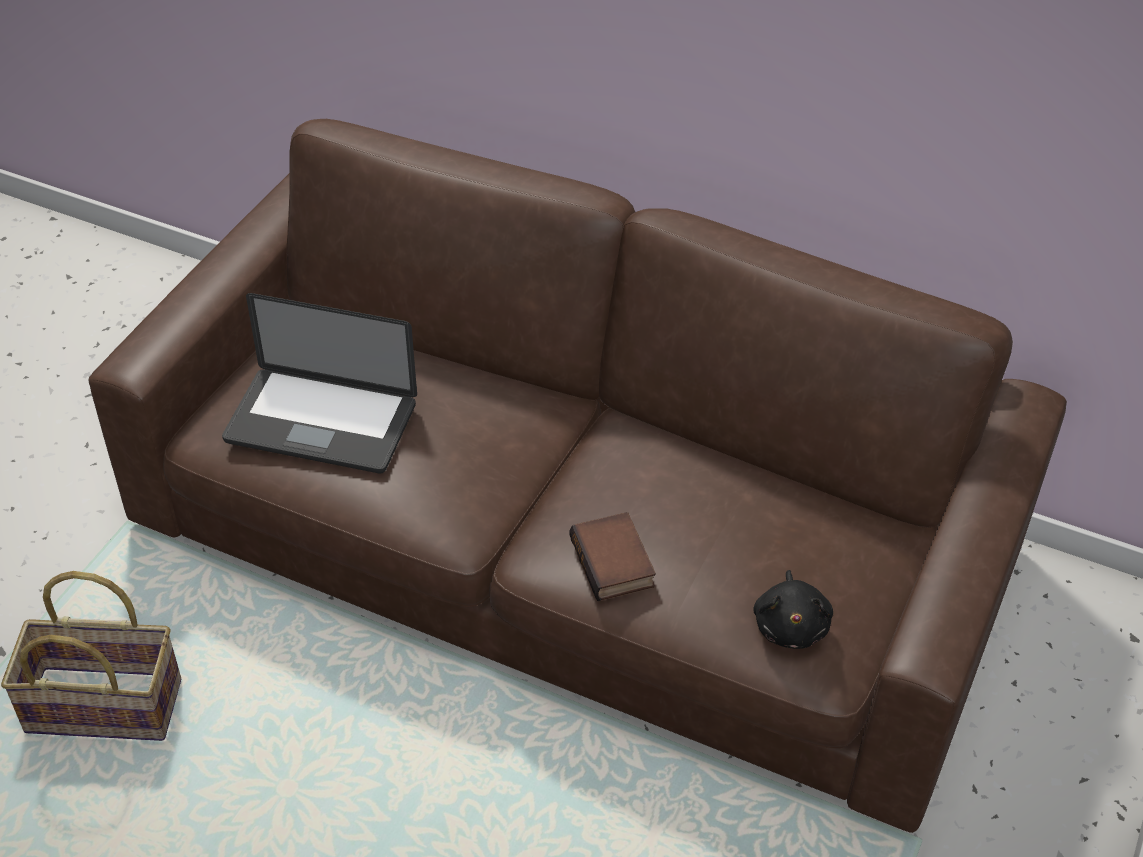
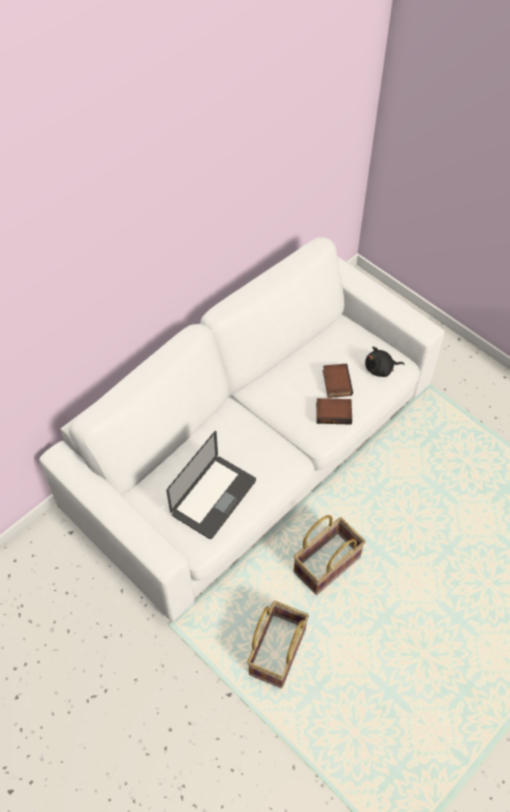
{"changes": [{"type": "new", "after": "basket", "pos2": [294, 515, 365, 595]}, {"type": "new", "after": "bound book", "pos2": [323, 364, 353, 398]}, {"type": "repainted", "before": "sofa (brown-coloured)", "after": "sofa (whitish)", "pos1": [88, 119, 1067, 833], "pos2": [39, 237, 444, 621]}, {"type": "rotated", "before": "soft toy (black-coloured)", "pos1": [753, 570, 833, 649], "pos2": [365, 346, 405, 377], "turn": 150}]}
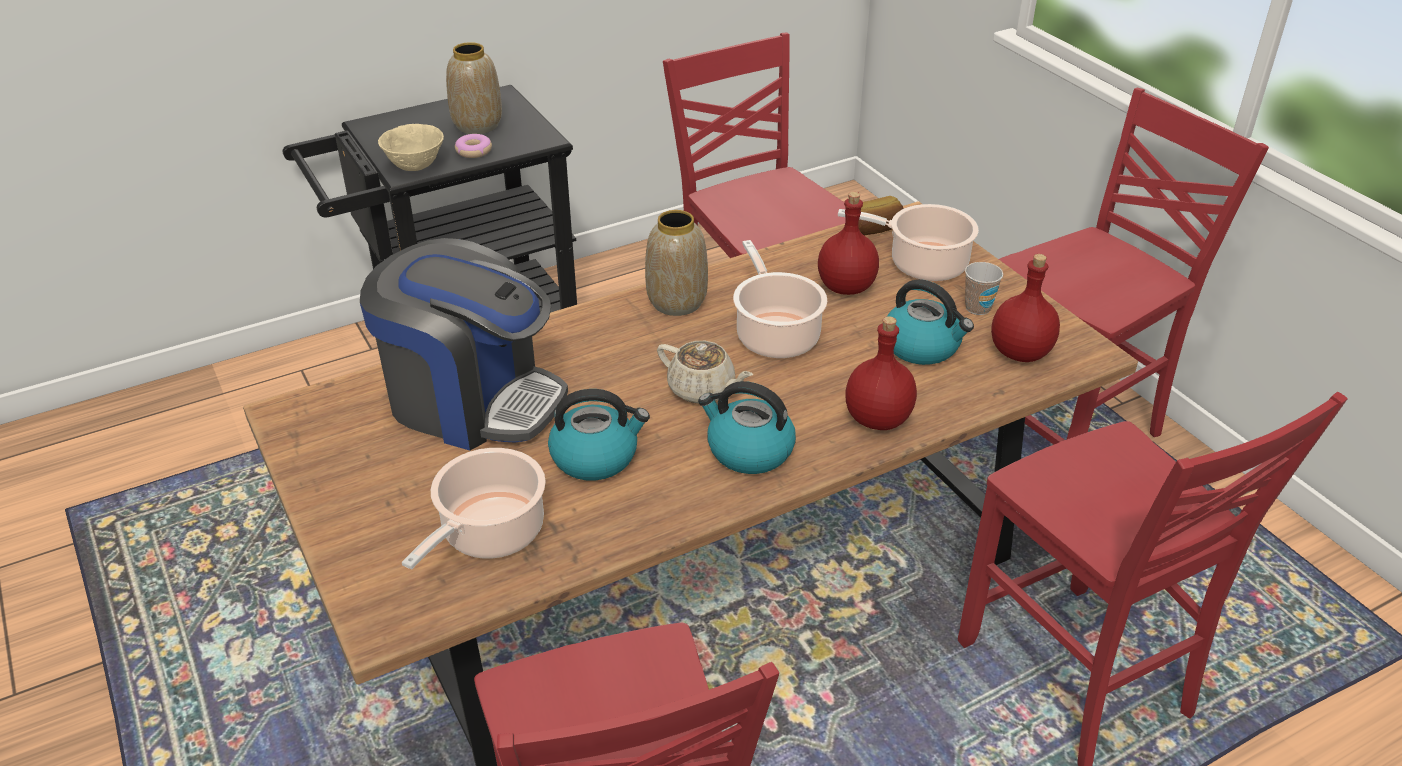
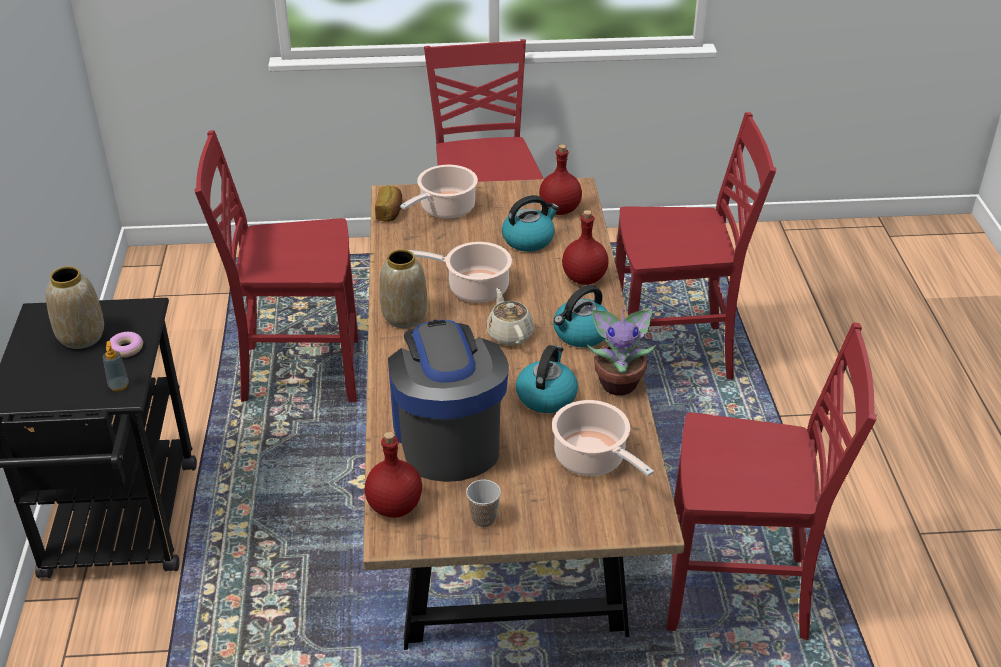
{"changes": [{"type": "new", "after": "houseplant", "pos2": [587, 305, 656, 395]}, {"type": "shifted", "before": "beverage bottle (red)", "pos1": [818, 192, 879, 295], "pos2": [365, 431, 422, 518]}, {"type": "shifted", "before": "cup", "pos1": [965, 262, 1003, 315], "pos2": [466, 480, 501, 528]}, {"type": "swapped", "before": "deep dish (beige)", "after": "liquid soap bottle", "pos1": [378, 124, 444, 171], "pos2": [103, 341, 129, 391]}, {"type": "rotated", "before": "coffee machine", "pos1": [360, 238, 568, 451], "pos2": [388, 320, 509, 482], "turn": -60}, {"type": "rotated", "before": "pot for tea (beige)", "pos1": [657, 341, 753, 404], "pos2": [486, 288, 534, 345], "turn": -75}]}
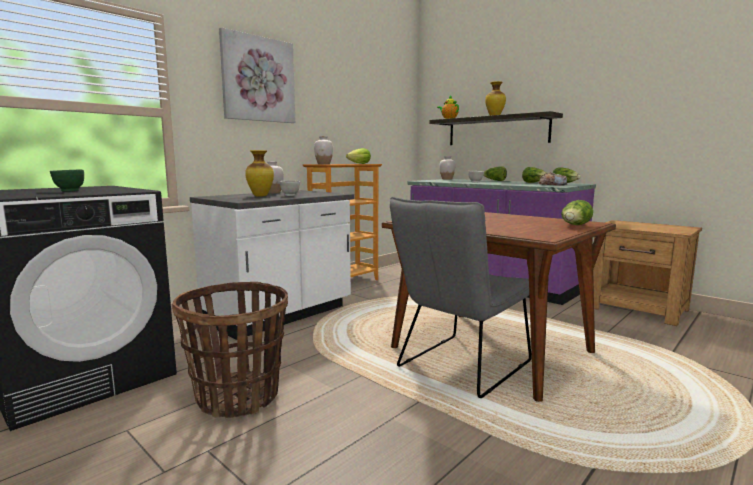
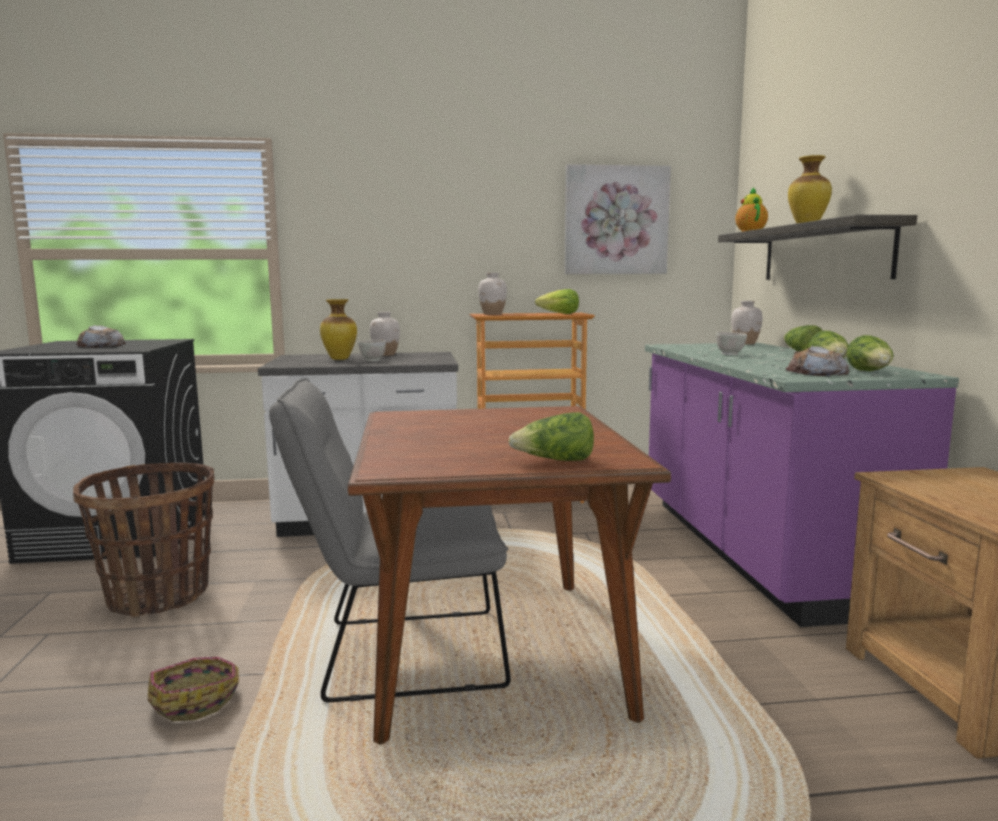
{"changes": [{"type": "new", "after": "basket", "pos2": [148, 657, 239, 721]}, {"type": "shifted", "before": "wall picture", "pos1": [219, 27, 295, 123], "pos2": [564, 164, 671, 274]}, {"type": "swapped", "before": "deep dish (greenish)", "after": "bread", "pos1": [50, 170, 84, 192], "pos2": [77, 325, 126, 348]}]}
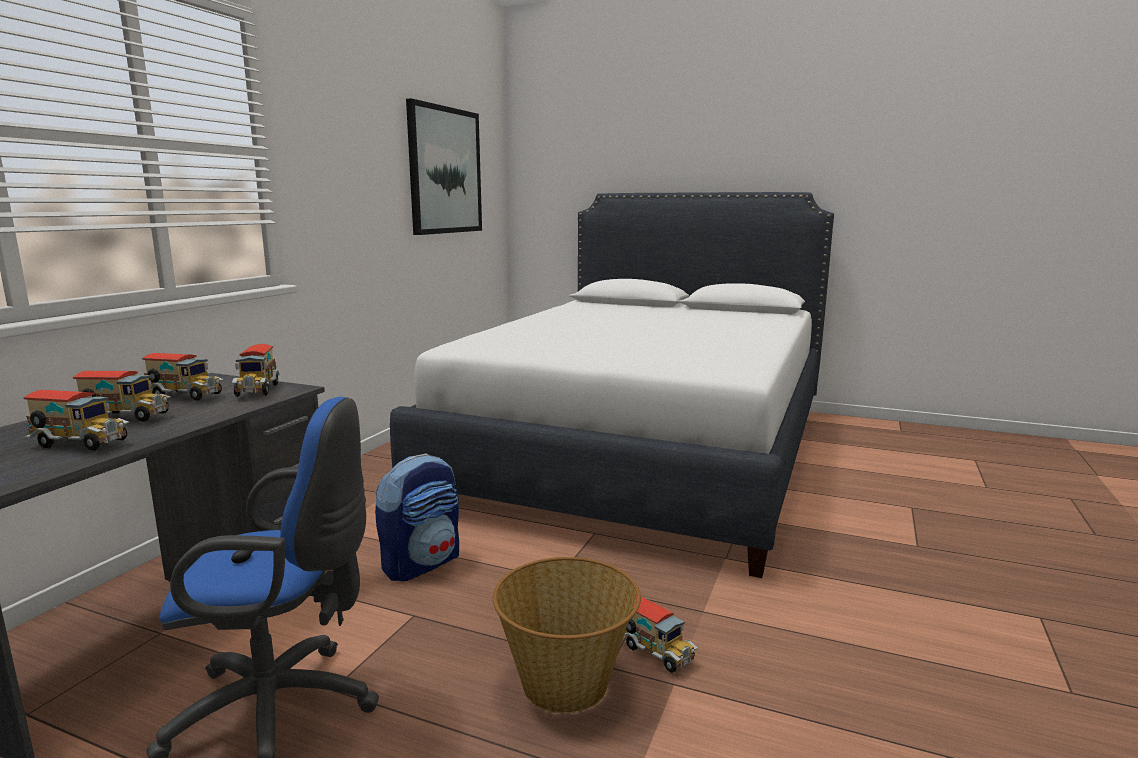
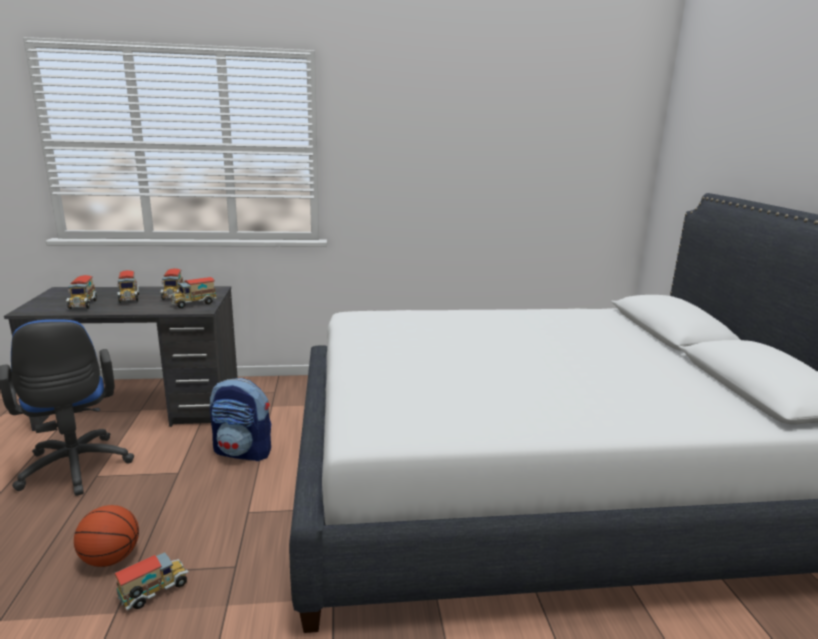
{"changes": [{"type": "gone", "before": "wall picture", "pos1": [406, 98, 482, 235]}, {"type": "swapped", "before": "basket", "after": "basketball", "pos1": [493, 557, 641, 713], "pos2": [74, 505, 139, 567]}, {"type": "rotated", "before": "toy truck", "pos1": [624, 595, 698, 673], "pos2": [114, 552, 189, 610], "turn": -150}]}
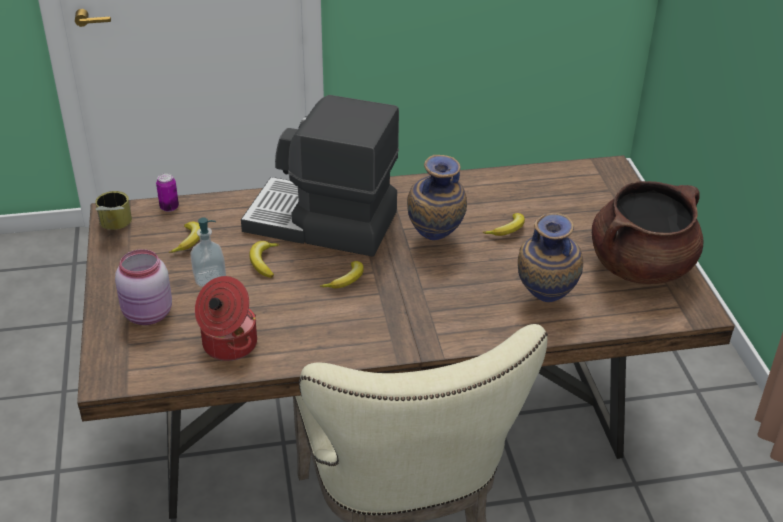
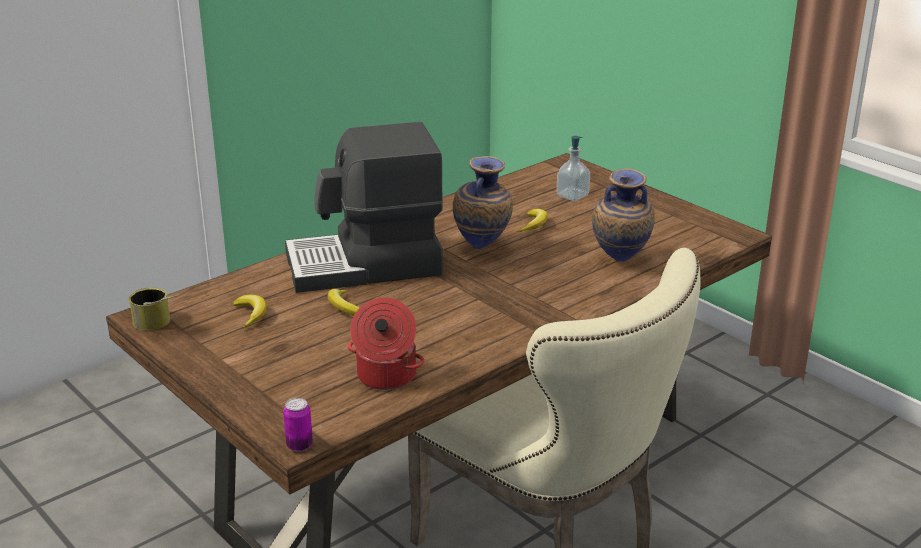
{"changes": [{"type": "gone", "before": "preserve jar (pinkish)", "pos1": [115, 249, 172, 325]}, {"type": "gone", "before": "banana fruit", "pos1": [320, 261, 364, 288]}, {"type": "gone", "before": "saucepot (brown-coloured)", "pos1": [592, 181, 704, 284]}, {"type": "shifted", "before": "sealed can", "pos1": [156, 173, 179, 212], "pos2": [283, 398, 313, 452]}, {"type": "shifted", "before": "liquid soap bottle", "pos1": [190, 218, 226, 287], "pos2": [556, 136, 590, 201]}]}
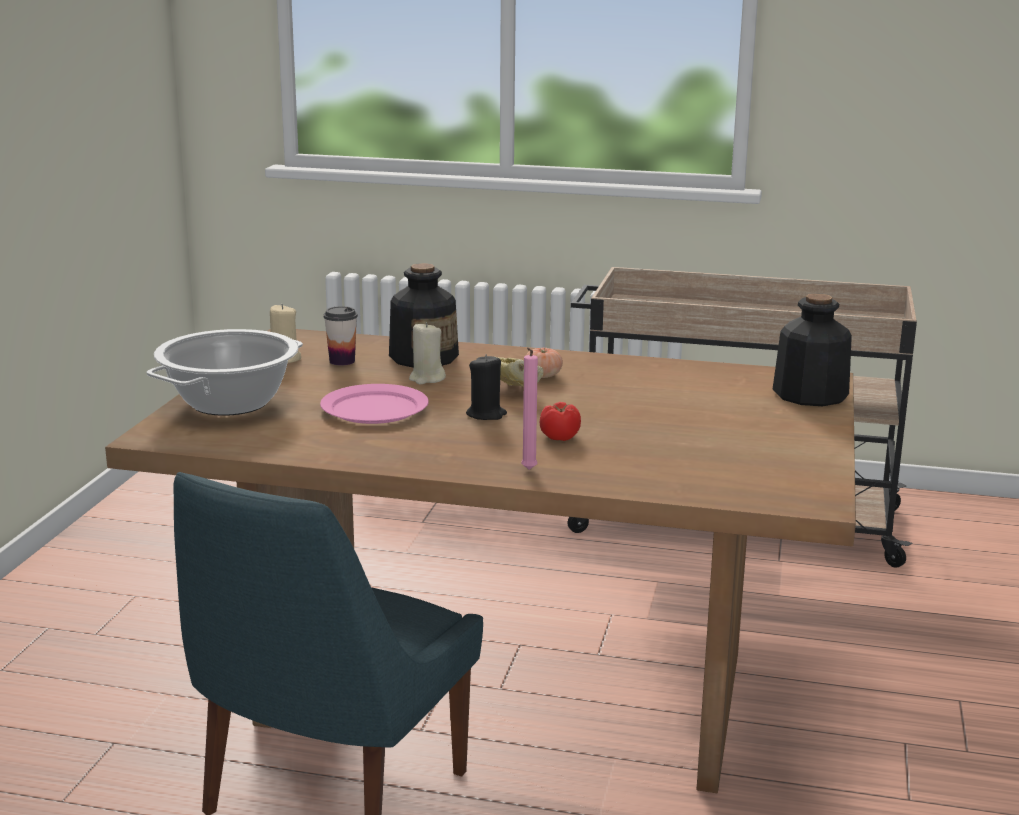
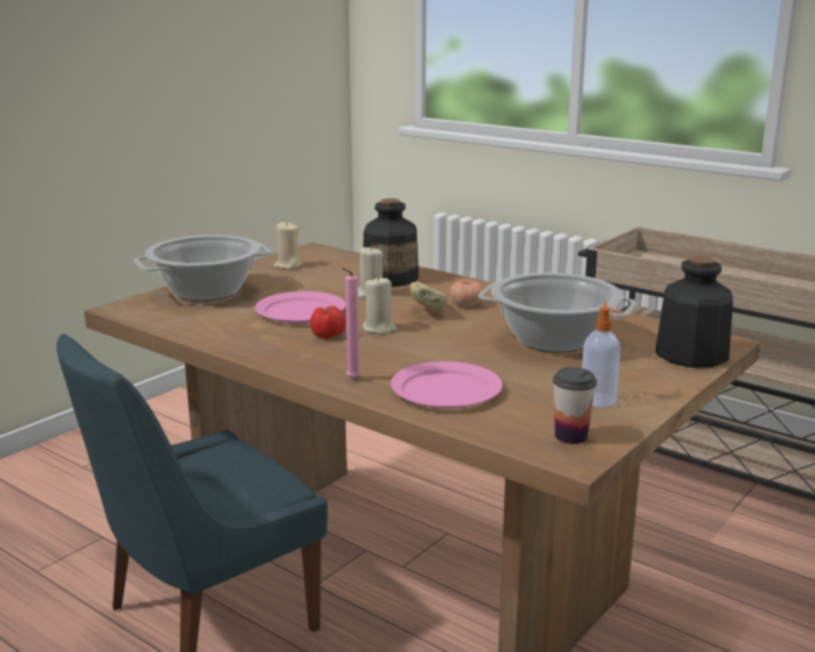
{"changes": [{"type": "new", "after": "dinner plate (pinkish)", "pos2": [391, 361, 502, 408]}, {"type": "new", "after": "saucepot", "pos2": [478, 273, 636, 353]}, {"type": "new", "after": "liquid soap bottle", "pos2": [582, 302, 621, 407]}, {"type": "shifted", "before": "cup", "pos1": [324, 306, 358, 365], "pos2": [553, 367, 597, 444]}, {"type": "shifted", "before": "tomato", "pos1": [540, 402, 581, 441], "pos2": [310, 306, 346, 339]}, {"type": "repainted", "before": "wax candle (black-coloured)", "after": "wax candle (beige)", "pos1": [466, 354, 507, 420], "pos2": [363, 276, 397, 334]}]}
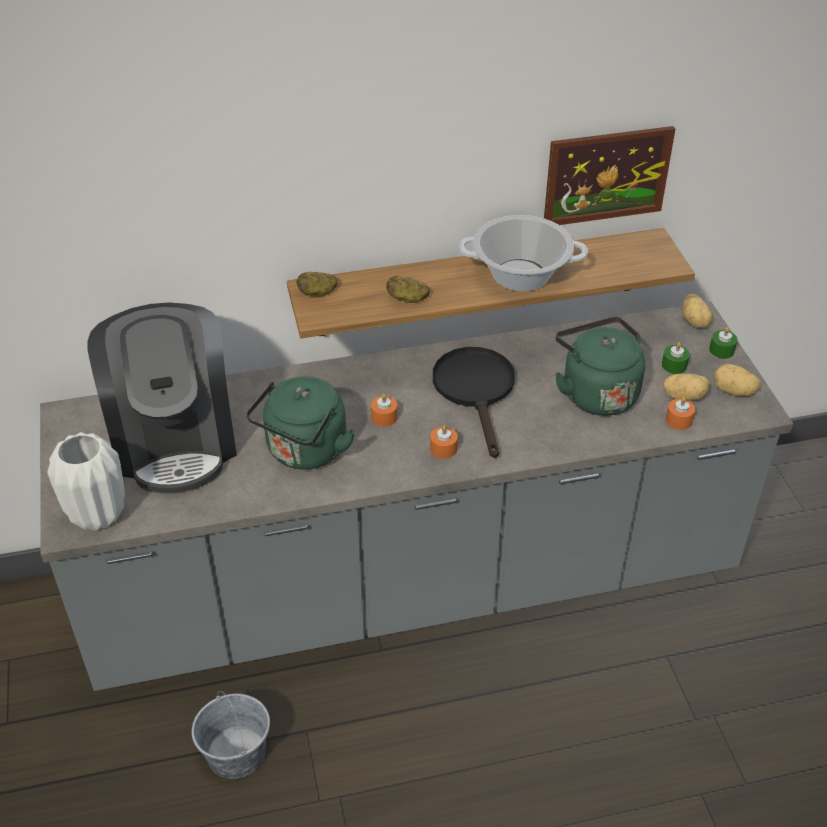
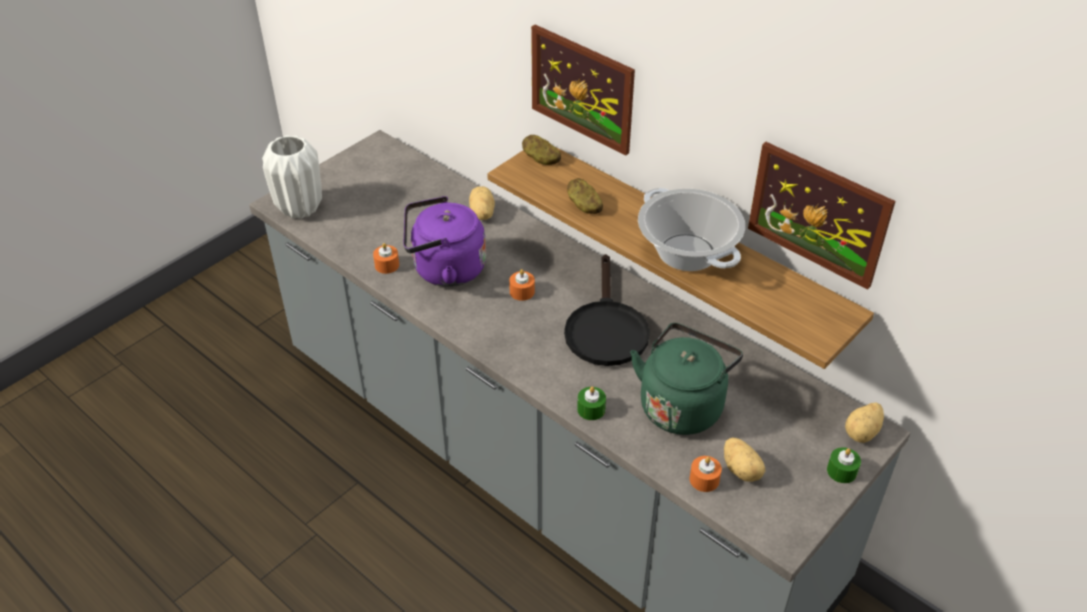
{"changes": [{"type": "gone", "before": "coffee machine", "pos1": [87, 302, 237, 494]}, {"type": "gone", "before": "bucket (greyish)", "pos1": [191, 691, 270, 779]}, {"type": "new", "after": "wall picture", "pos2": [531, 25, 635, 156]}, {"type": "shifted", "before": "wax candle (orangey)", "pos1": [430, 425, 458, 459], "pos2": [373, 243, 399, 274]}, {"type": "shifted", "before": "wax candle (greenish)", "pos1": [662, 342, 690, 374], "pos2": [577, 387, 606, 420]}, {"type": "shifted", "before": "potato", "pos1": [714, 364, 760, 396], "pos2": [469, 186, 495, 220]}, {"type": "repainted", "before": "tea kettle (greenish)", "after": "tea kettle (purplish)", "pos1": [246, 376, 355, 470], "pos2": [404, 196, 486, 287]}, {"type": "rotated", "before": "pan (black-coloured)", "pos1": [433, 347, 515, 458], "pos2": [564, 254, 650, 366], "turn": 135}]}
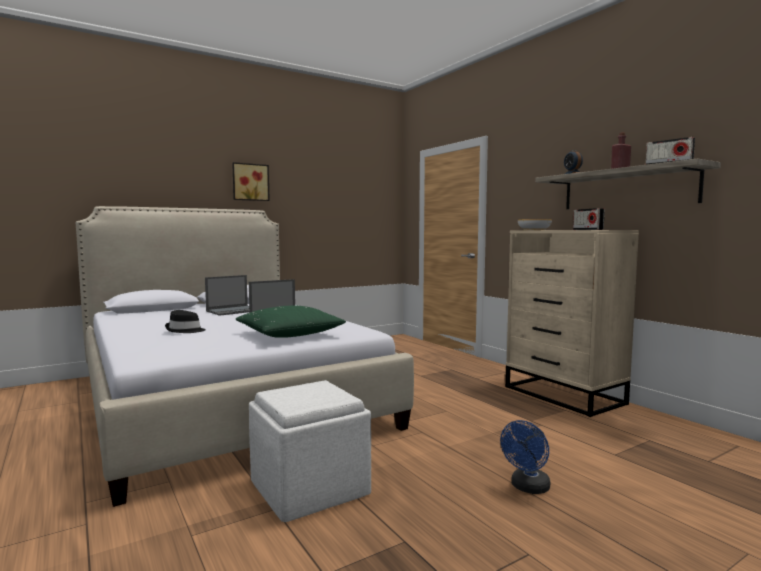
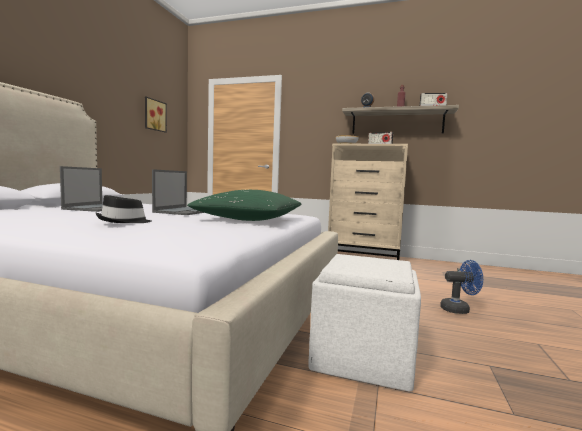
{"changes": [{"type": "shifted", "before": "wall picture", "pos1": [232, 162, 270, 201], "pos2": [145, 96, 167, 133]}, {"type": "rotated", "before": "fan (blue-coloured)", "pos1": [500, 420, 550, 494], "pos2": [440, 260, 483, 314], "turn": -90}]}
